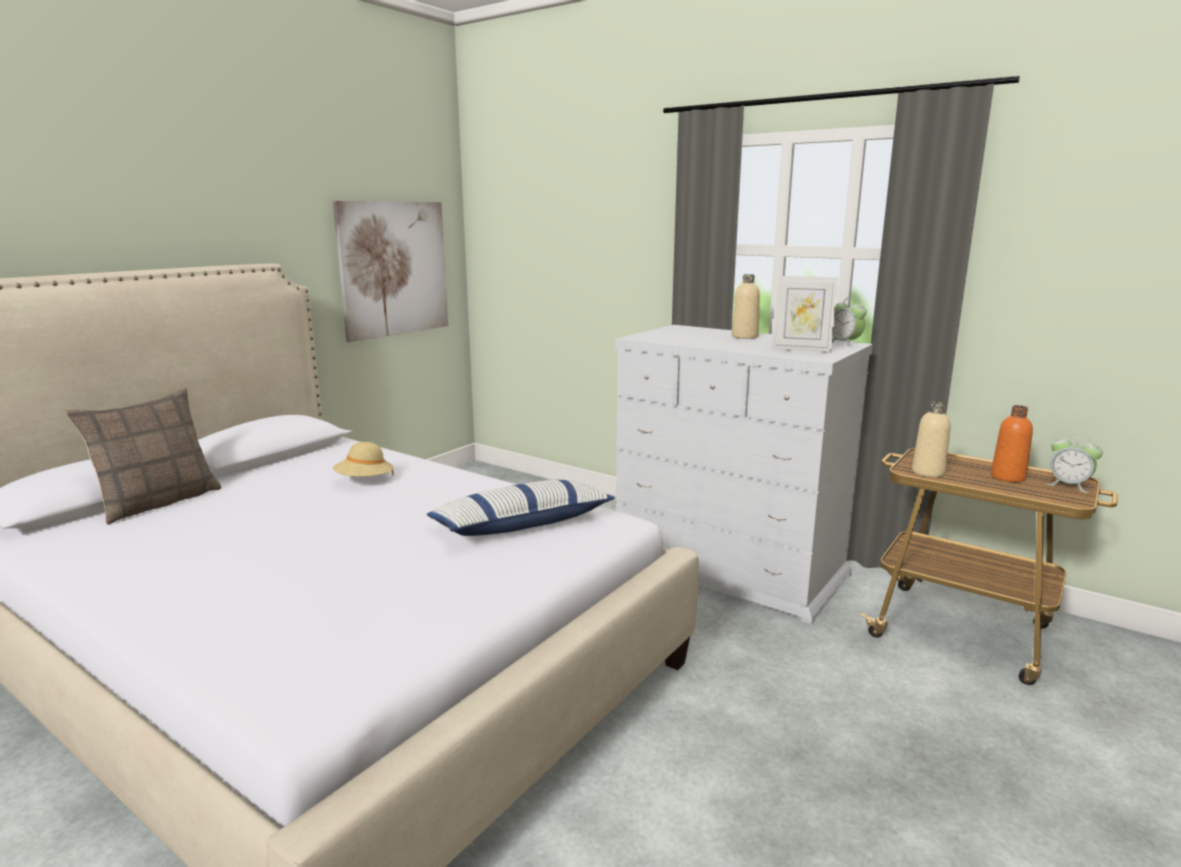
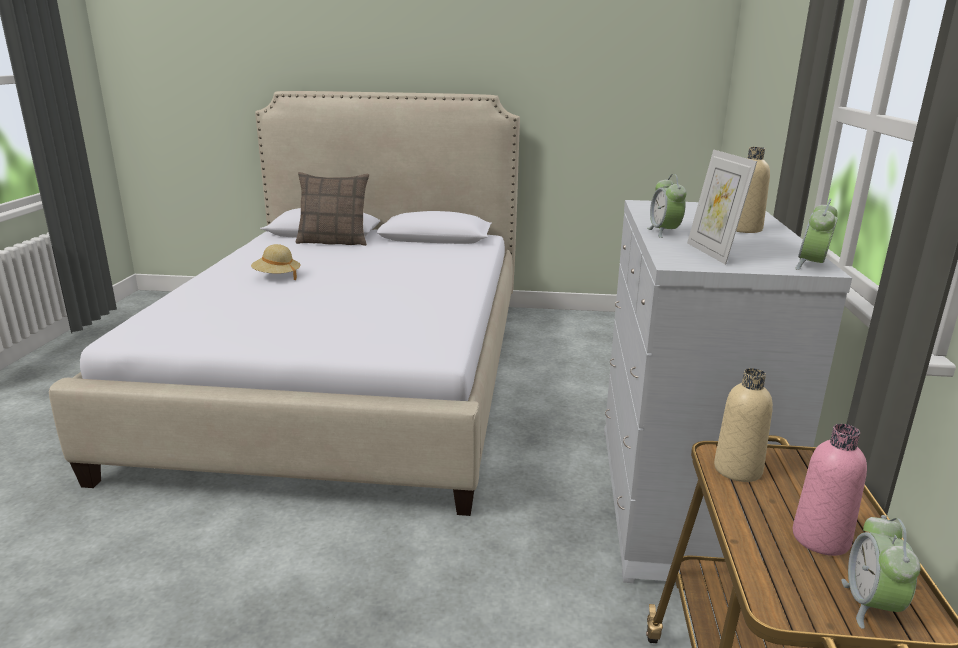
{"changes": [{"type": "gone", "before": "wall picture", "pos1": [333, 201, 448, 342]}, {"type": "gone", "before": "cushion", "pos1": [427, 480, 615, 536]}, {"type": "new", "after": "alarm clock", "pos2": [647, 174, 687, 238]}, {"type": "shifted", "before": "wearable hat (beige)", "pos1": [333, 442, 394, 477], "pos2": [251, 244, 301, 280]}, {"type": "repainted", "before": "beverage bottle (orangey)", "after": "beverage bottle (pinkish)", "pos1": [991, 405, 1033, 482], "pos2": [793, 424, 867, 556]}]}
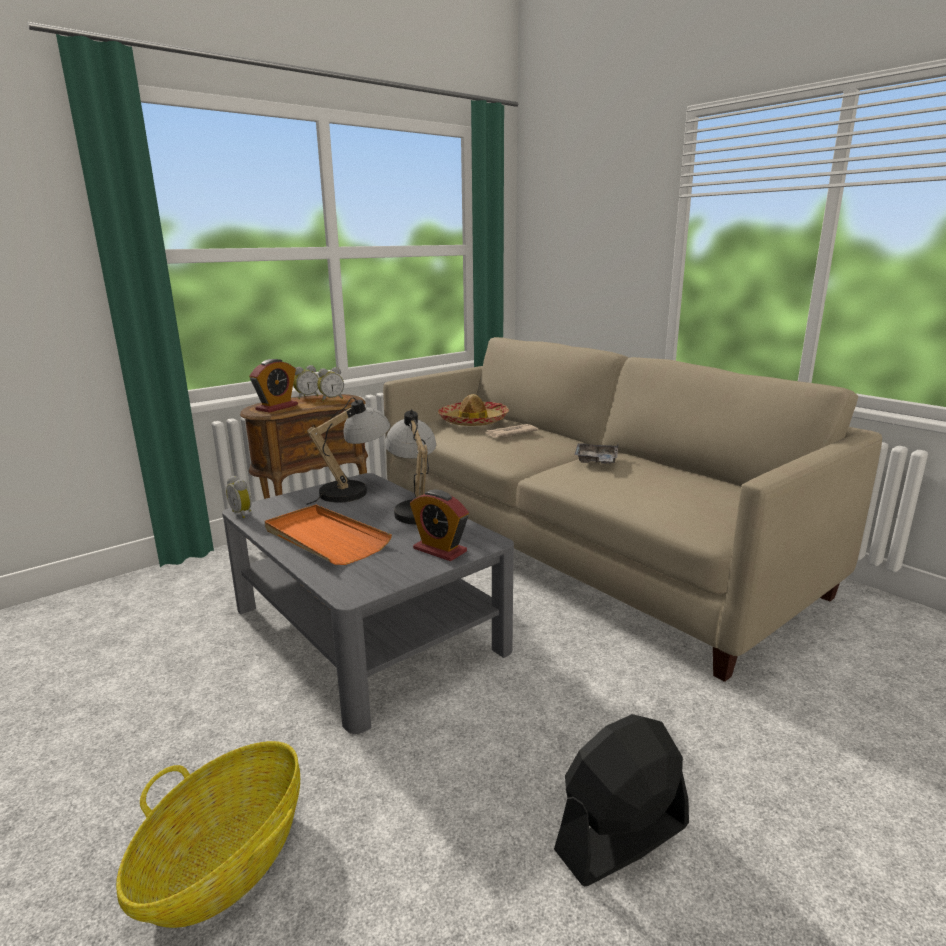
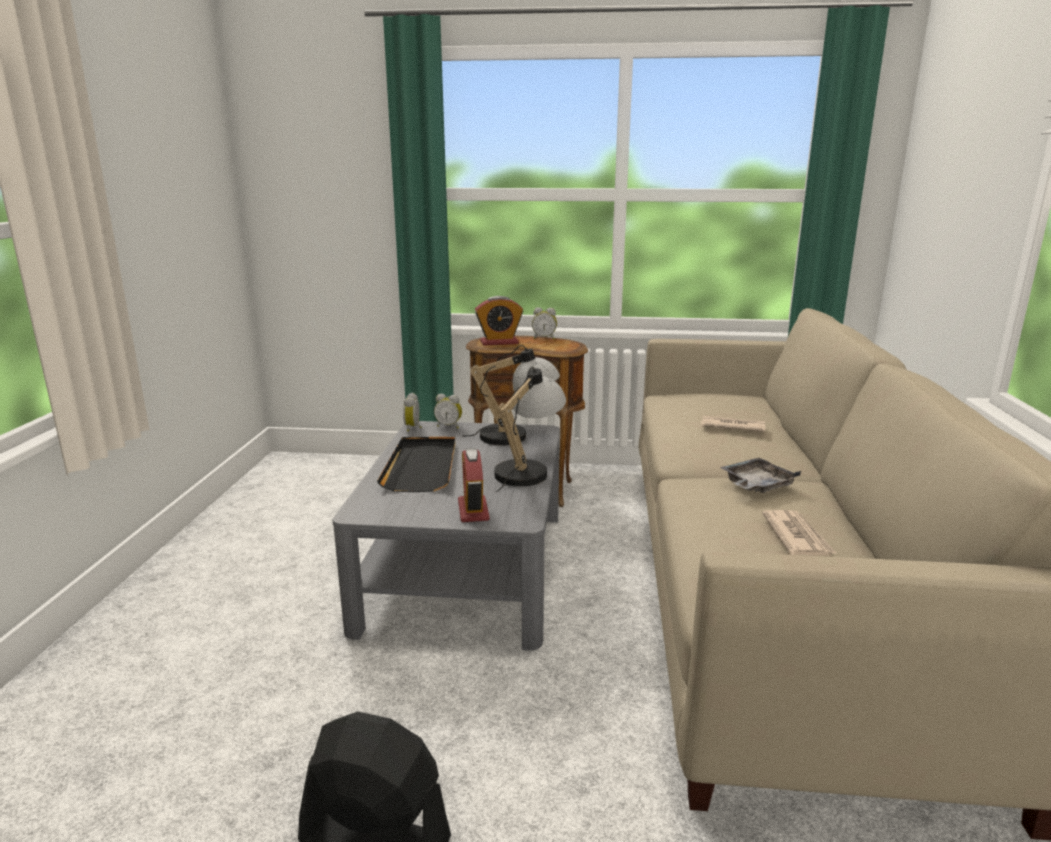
{"changes": [{"type": "gone", "before": "basket", "pos1": [116, 741, 300, 928]}, {"type": "gone", "before": "wearable hat", "pos1": [438, 394, 509, 426]}, {"type": "new", "after": "printed paper", "pos2": [762, 510, 836, 556]}, {"type": "shifted", "before": "alarm clock", "pos1": [317, 367, 344, 401], "pos2": [434, 394, 462, 429]}, {"type": "repainted", "before": "carrying tray (orangey)", "after": "carrying tray (black-coloured)", "pos1": [265, 504, 392, 565], "pos2": [377, 437, 455, 492]}]}
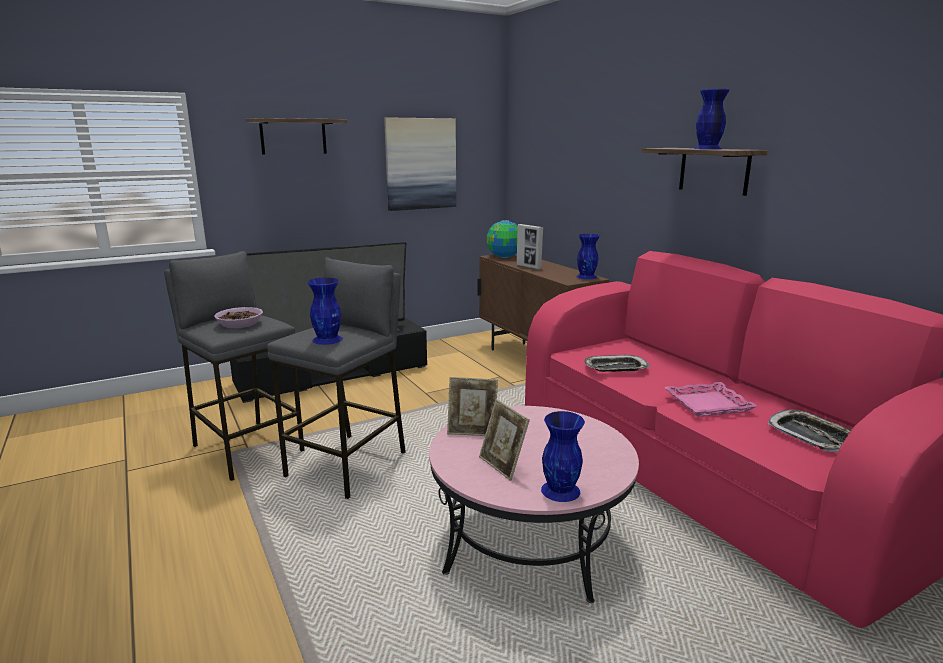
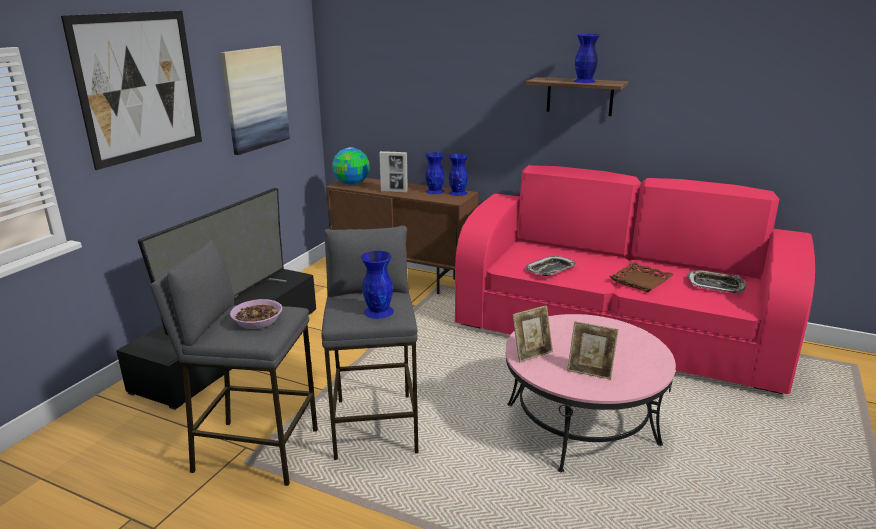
{"changes": [{"type": "shifted", "before": "vase (blue-coloured)", "pos1": [541, 411, 585, 502], "pos2": [425, 152, 444, 194]}, {"type": "swapped", "before": "bracket shelf", "after": "wall picture", "pos1": [245, 118, 347, 155], "pos2": [61, 11, 202, 170]}, {"type": "repainted", "before": "carrying tray (pinkish)", "after": "carrying tray (brown-coloured)", "pos1": [664, 382, 758, 417], "pos2": [609, 262, 674, 292]}]}
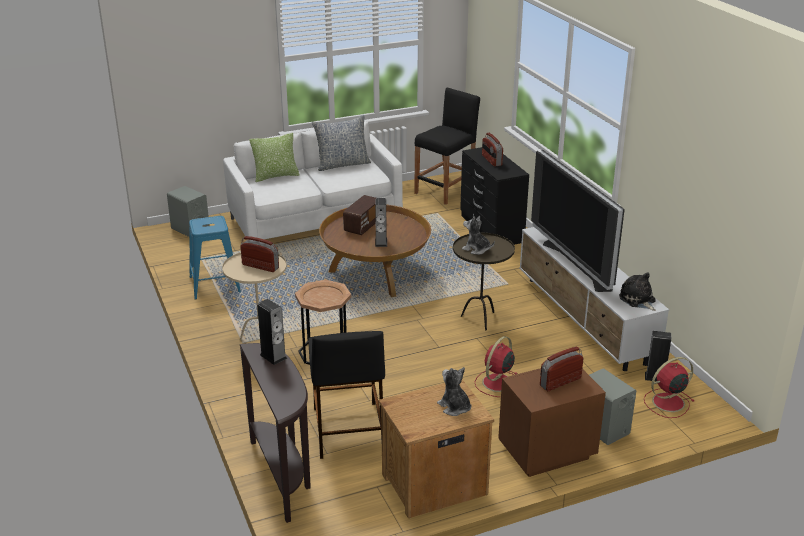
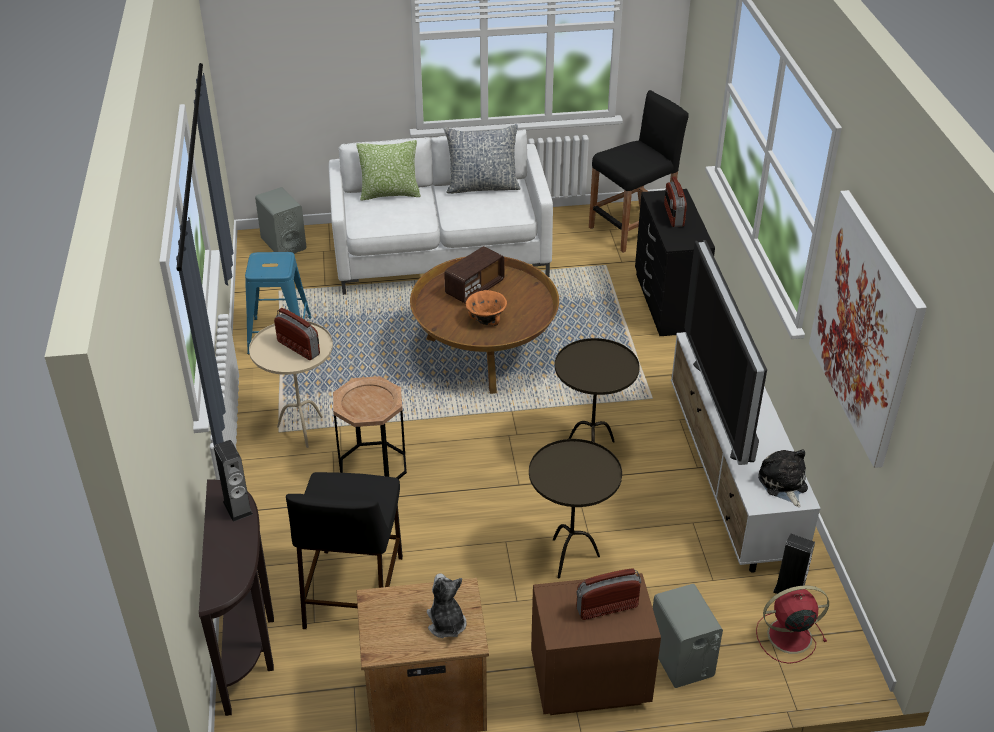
{"changes": [{"type": "gone", "before": "soft toy", "pos1": [462, 216, 495, 255]}, {"type": "new", "after": "wall picture", "pos2": [809, 190, 927, 468]}, {"type": "swapped", "before": "speaker", "after": "deep dish (orangey)", "pos1": [375, 198, 387, 247], "pos2": [466, 290, 507, 326]}, {"type": "swapped", "before": "fan (red)", "after": "side table (brown-coloured)", "pos1": [475, 336, 517, 397], "pos2": [529, 439, 622, 579]}]}
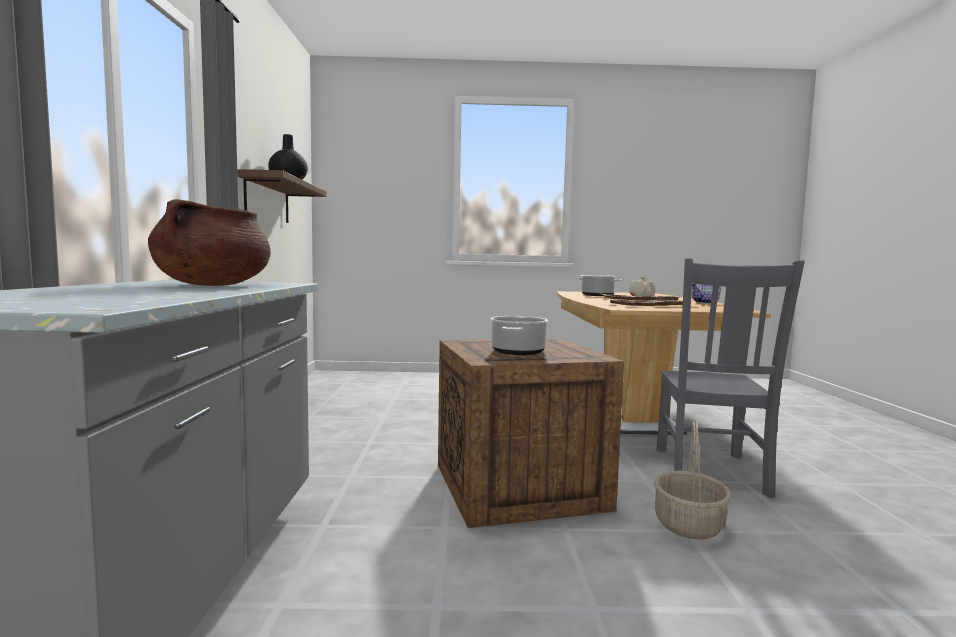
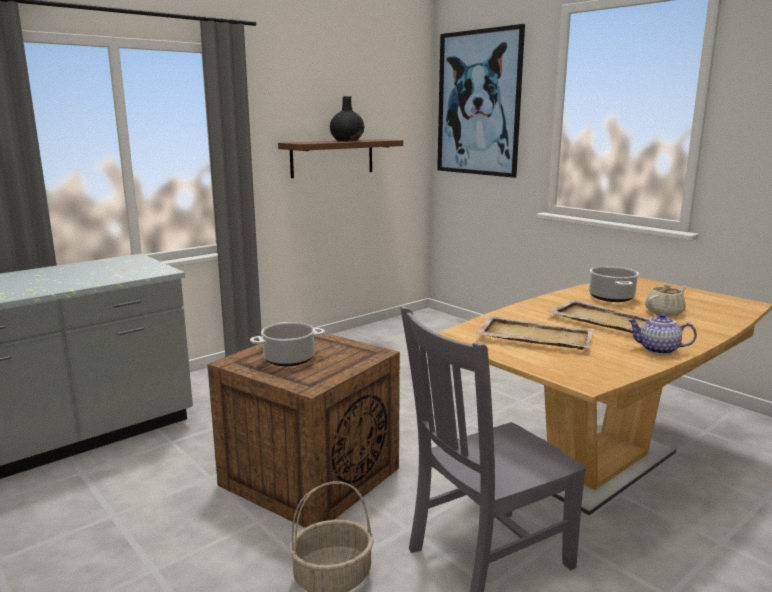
{"changes": [{"type": "gone", "before": "saucepot (brown-coloured)", "pos1": [148, 199, 271, 286]}, {"type": "new", "after": "wall picture", "pos2": [437, 24, 525, 178]}]}
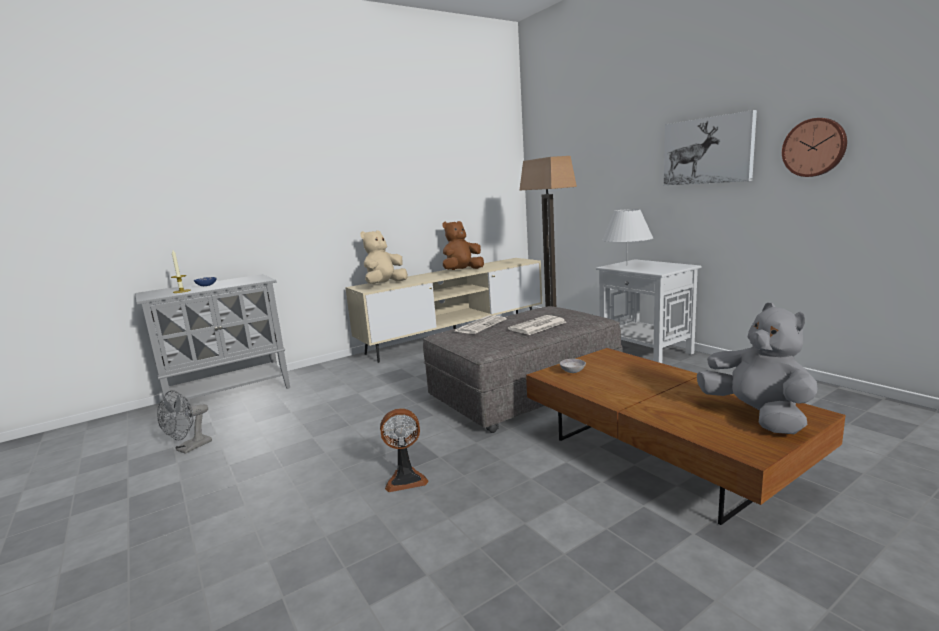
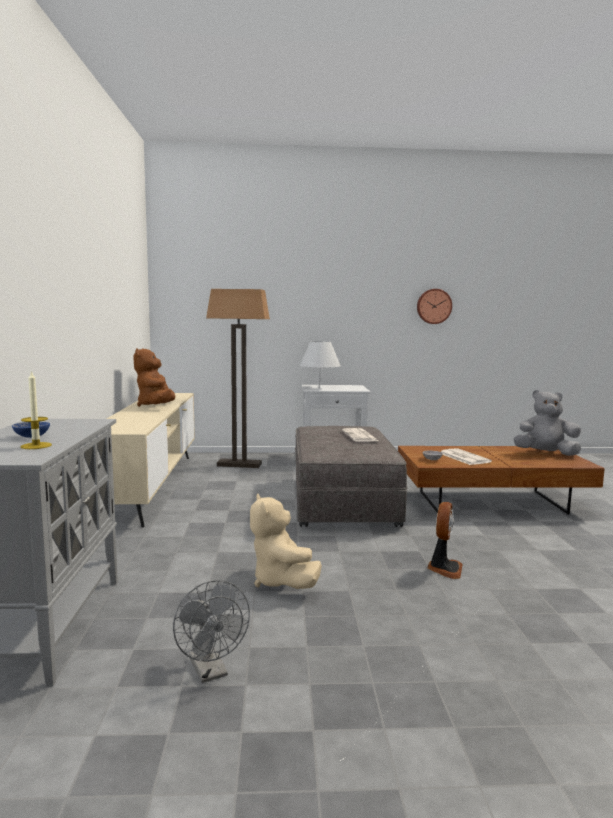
{"changes": [{"type": "gone", "before": "wall picture", "pos1": [664, 110, 757, 185]}, {"type": "shifted", "before": "soft toy (beige)", "pos1": [360, 230, 408, 284], "pos2": [250, 494, 322, 589]}, {"type": "shifted", "before": "printed paper", "pos1": [453, 315, 506, 334], "pos2": [441, 448, 492, 465]}]}
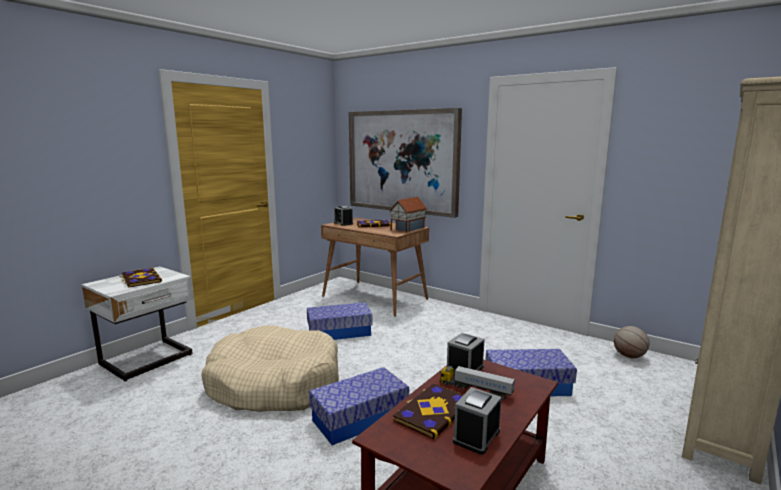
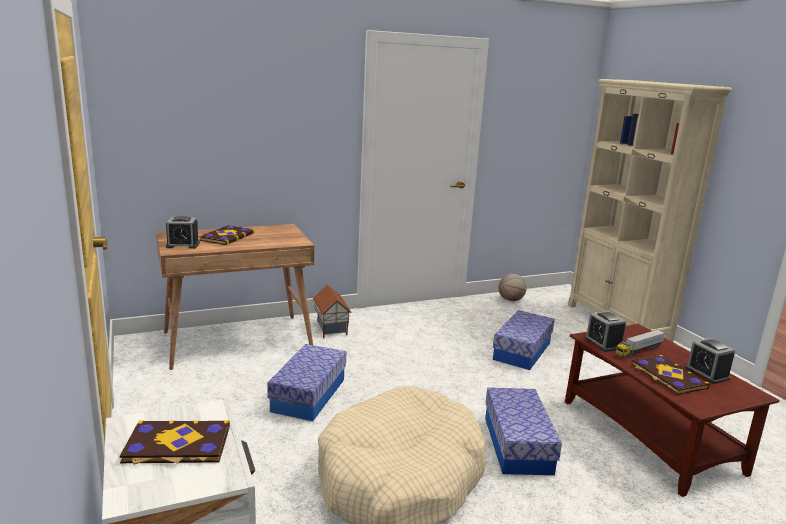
{"changes": [{"type": "gone", "before": "wall picture", "pos1": [349, 108, 462, 218]}, {"type": "shifted", "before": "toy house", "pos1": [389, 197, 427, 233], "pos2": [313, 284, 352, 338]}]}
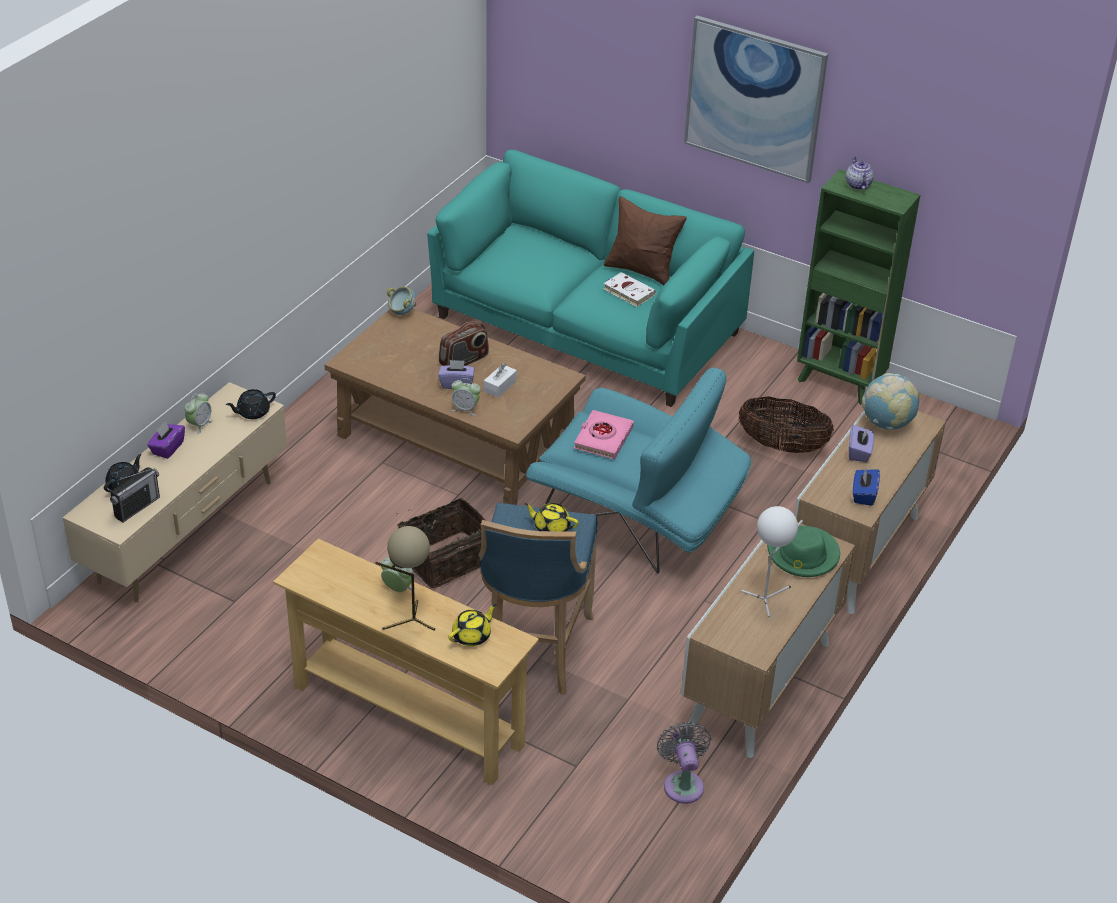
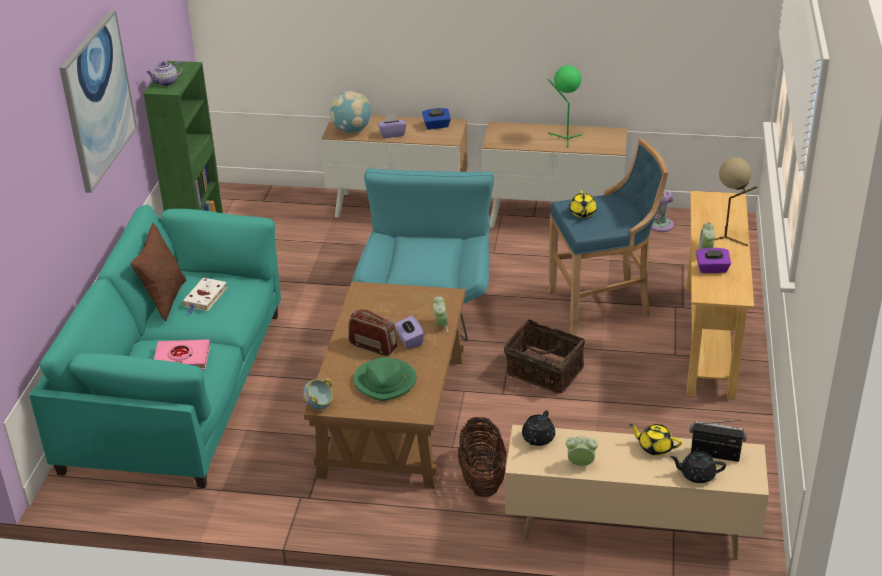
{"changes": [{"type": "gone", "before": "tissue holder (whitish)", "pos1": [484, 363, 517, 398]}, {"type": "shifted", "before": "tissue holder (purplish)", "pos1": [147, 421, 185, 459], "pos2": [696, 248, 731, 274]}, {"type": "shifted", "before": "pot for tea (yellow)", "pos1": [449, 604, 497, 646], "pos2": [629, 424, 682, 456]}, {"type": "shifted", "before": "bound book (pinkish)", "pos1": [574, 410, 634, 459], "pos2": [154, 339, 210, 370]}, {"type": "shifted", "before": "basket", "pos1": [739, 396, 834, 453], "pos2": [458, 417, 506, 497]}, {"type": "shifted", "before": "wearable hat (greenish)", "pos1": [767, 526, 840, 577], "pos2": [354, 357, 417, 401]}, {"type": "repainted", "before": "tabletop lamp (whitish)", "after": "tabletop lamp (greenish)", "pos1": [741, 506, 803, 617], "pos2": [547, 65, 582, 147]}, {"type": "rotated", "before": "pot for tea (black-coloured)", "pos1": [226, 389, 276, 419], "pos2": [522, 410, 555, 446], "turn": 75}]}
